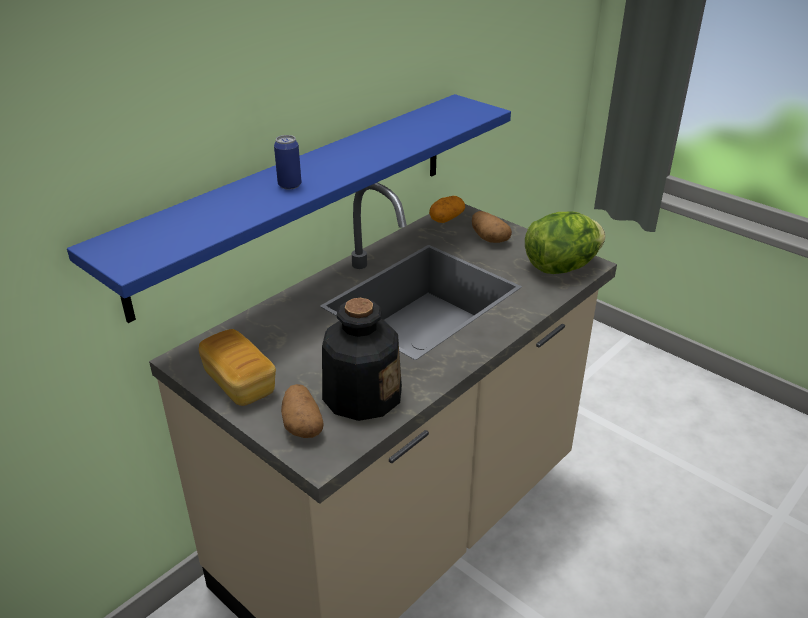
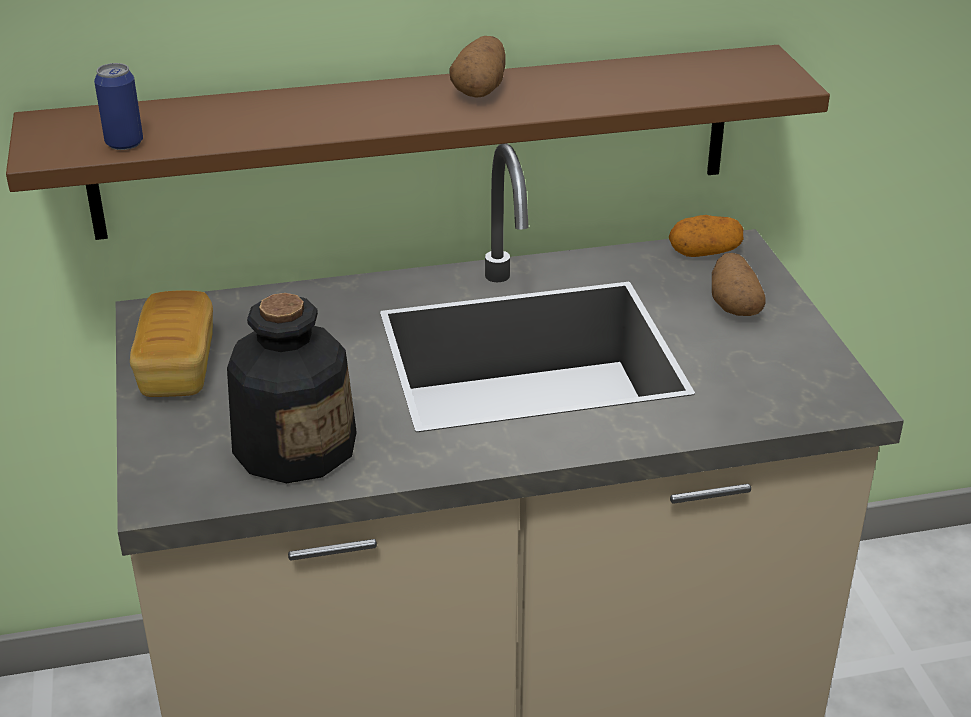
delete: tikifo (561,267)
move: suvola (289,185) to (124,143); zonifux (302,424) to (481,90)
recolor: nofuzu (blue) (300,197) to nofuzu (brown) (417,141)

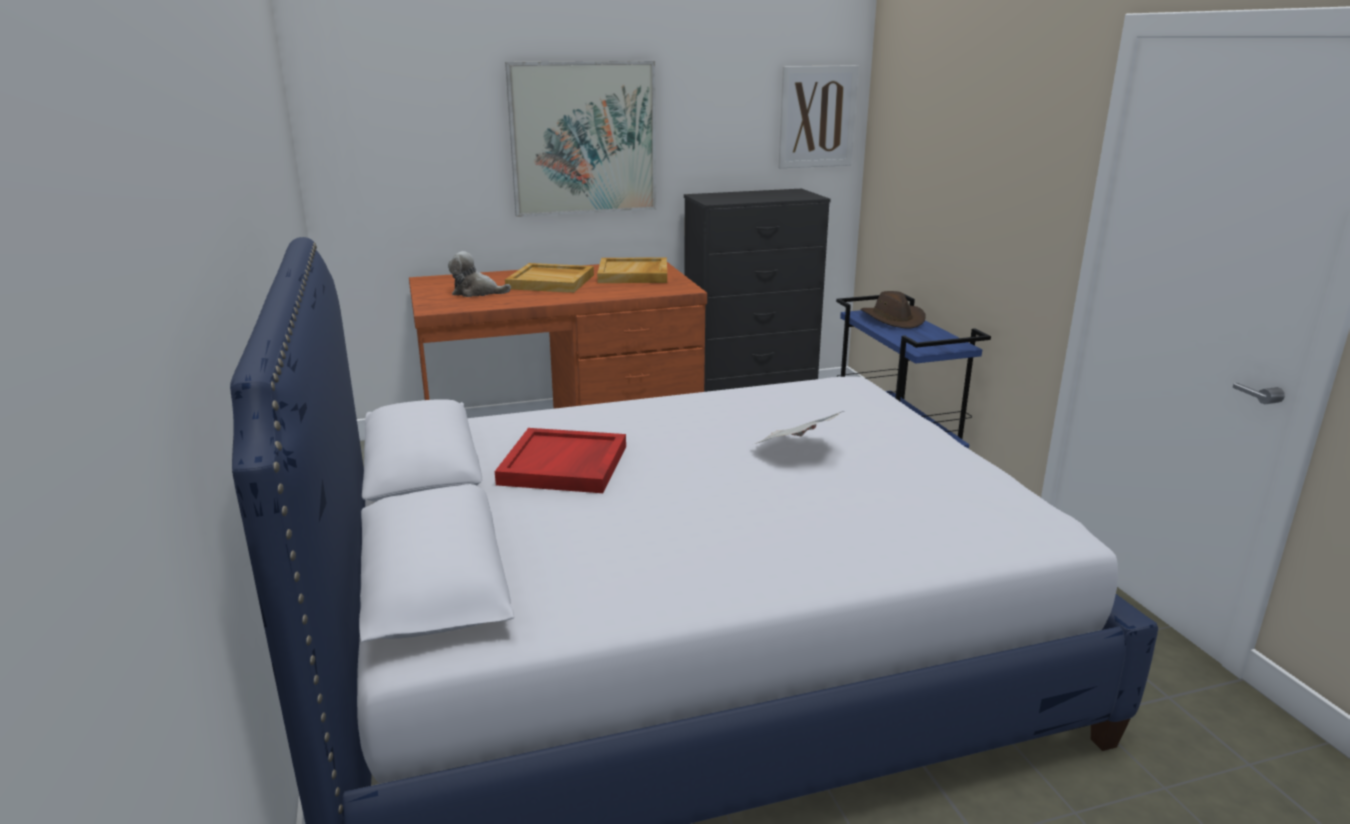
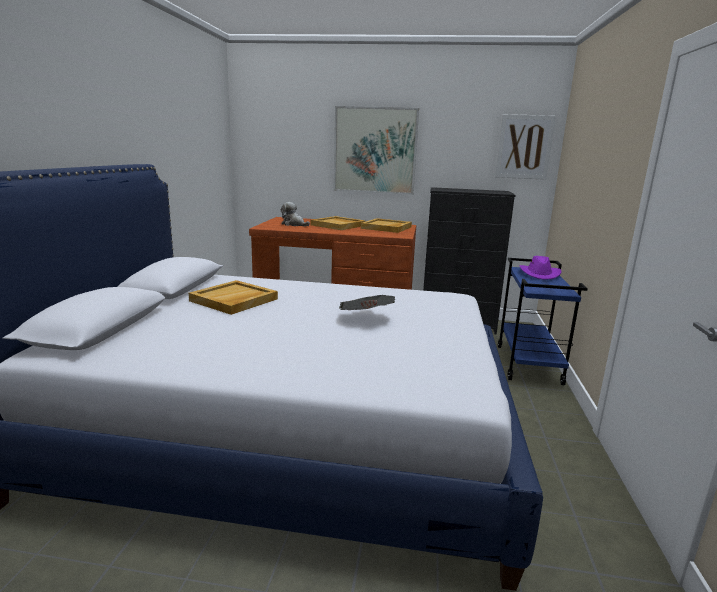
recolor: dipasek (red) (564,465) to dipasek (beige) (234,300); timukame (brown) (893,319) to timukame (purple) (539,274)

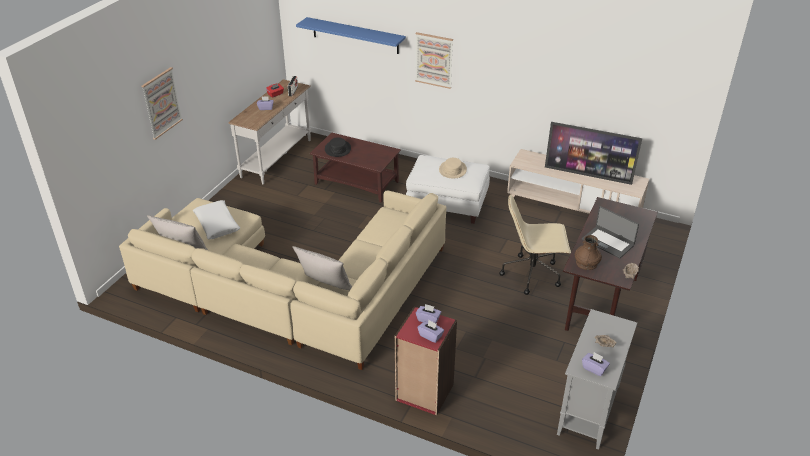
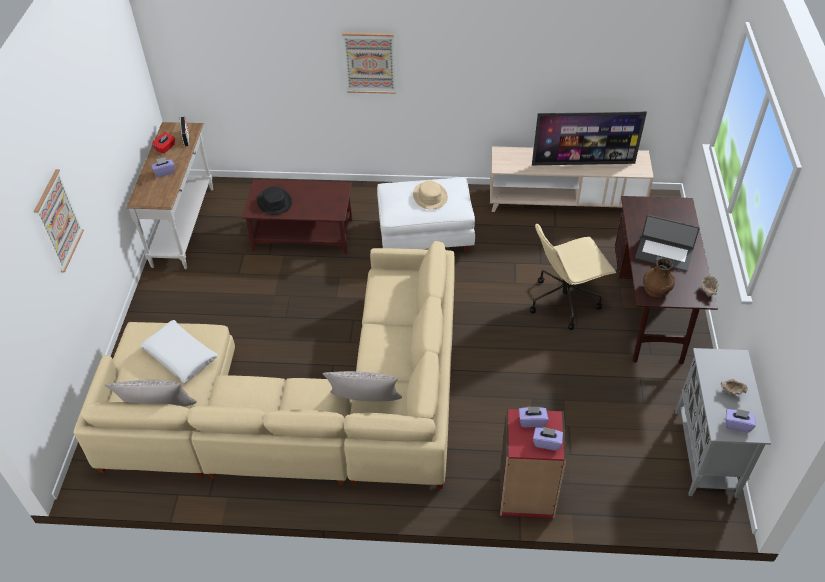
delete: nofuzu (blue) (355,35)

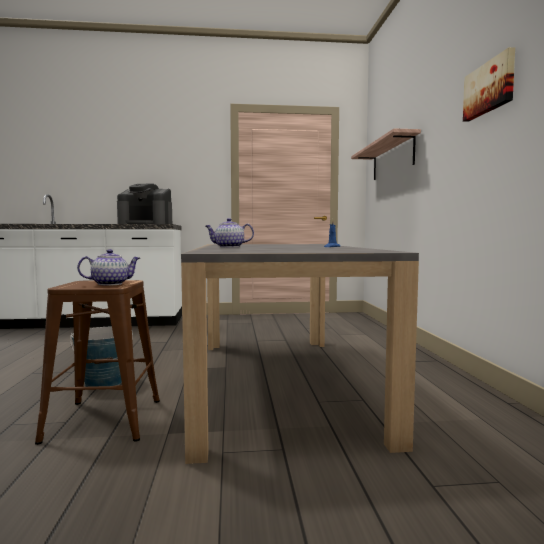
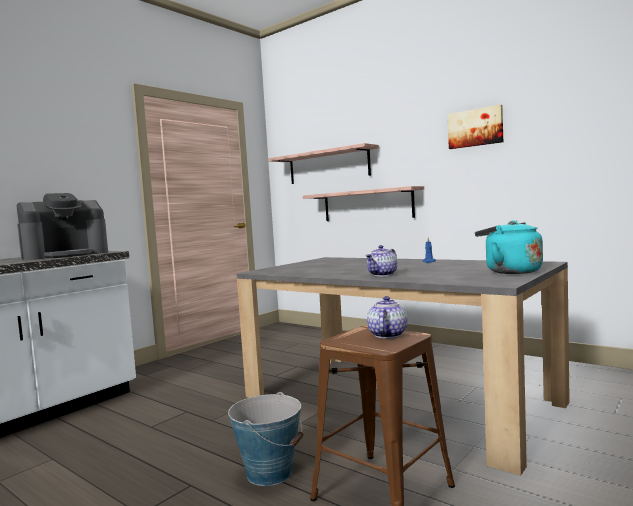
insert: nofuzu (367,205); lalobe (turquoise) (509,271)

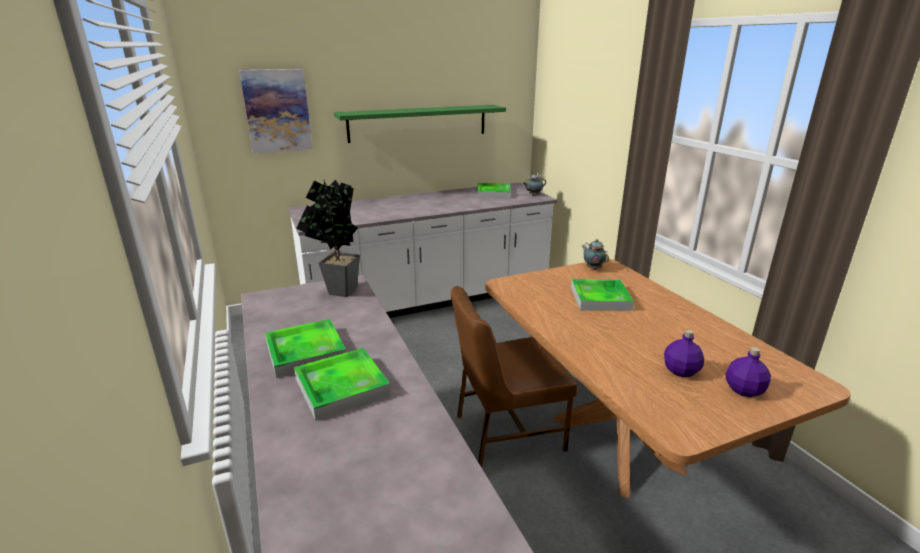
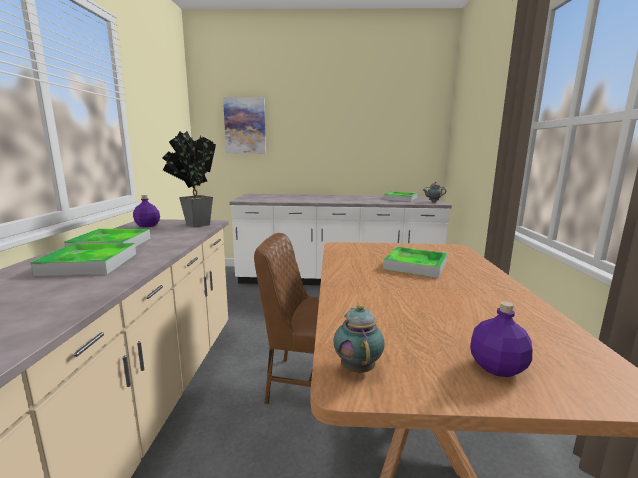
delete: nofuzu (green) (418,123)
move: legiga (593,268) to (357,367); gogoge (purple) (680,371) to (147,225)

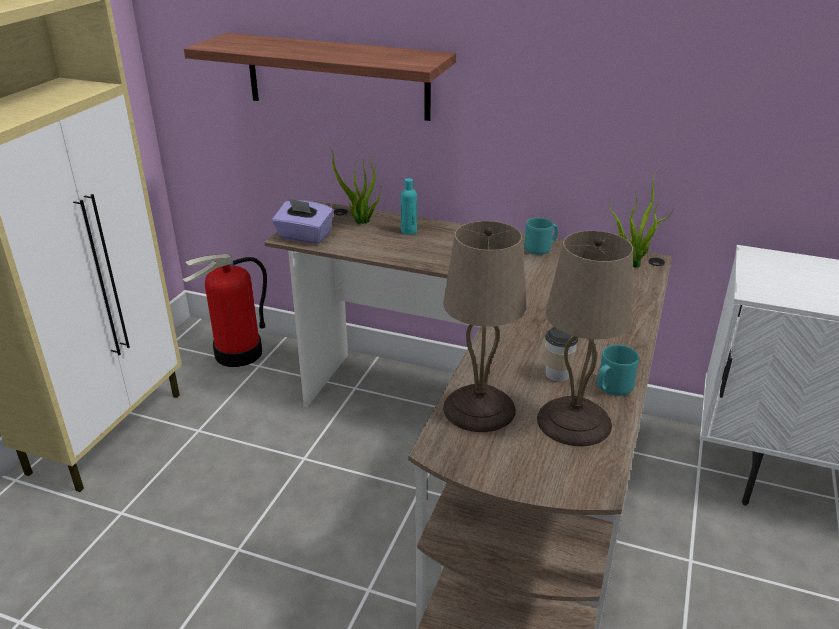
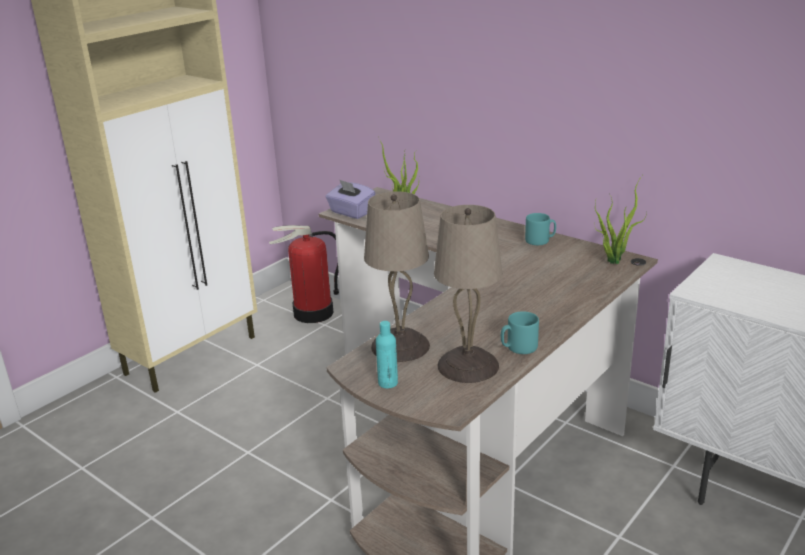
delete: nofuzu (337,76); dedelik (557,374)
move: gogoge (turquoise) (409,231) to (388,383)

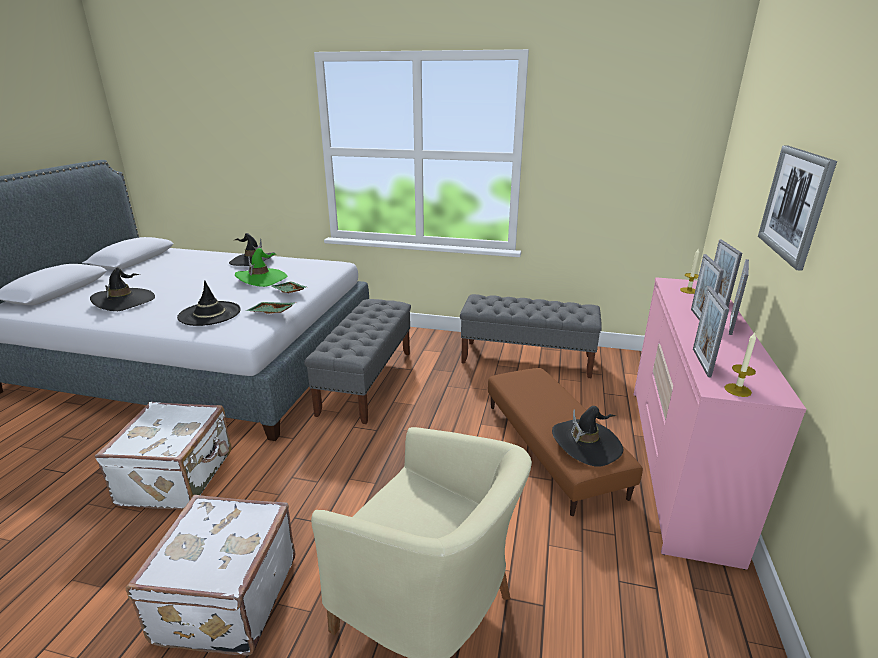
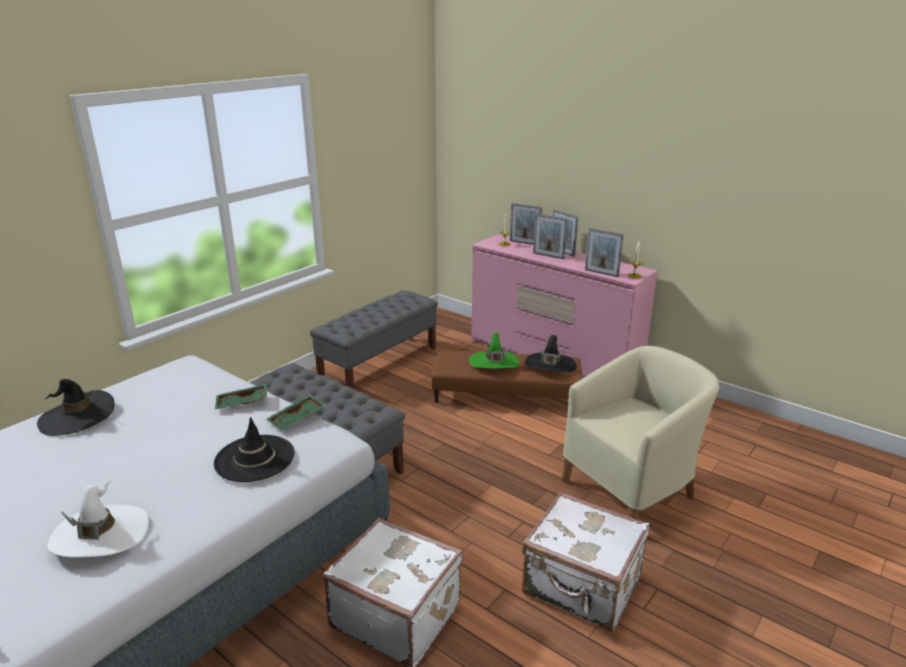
delete: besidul (794,204)
move: timukame (green) (262,279) to (494,363)
recolor: timukame (black) (124,301) to timukame (white) (100,535)

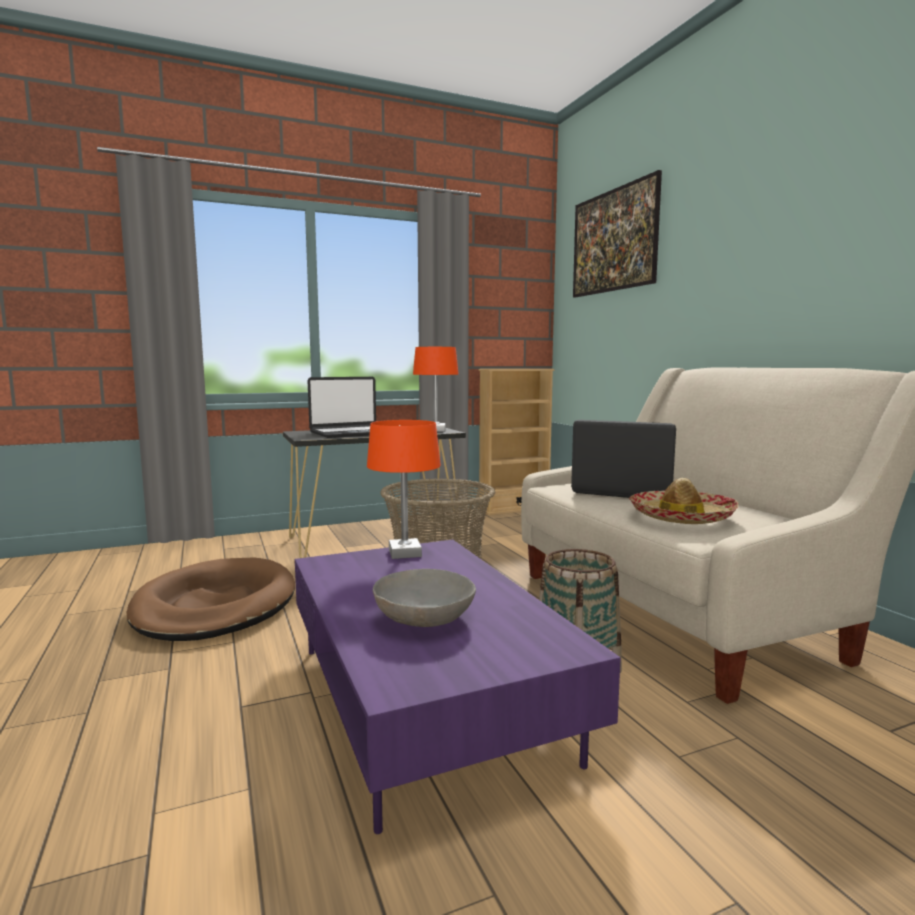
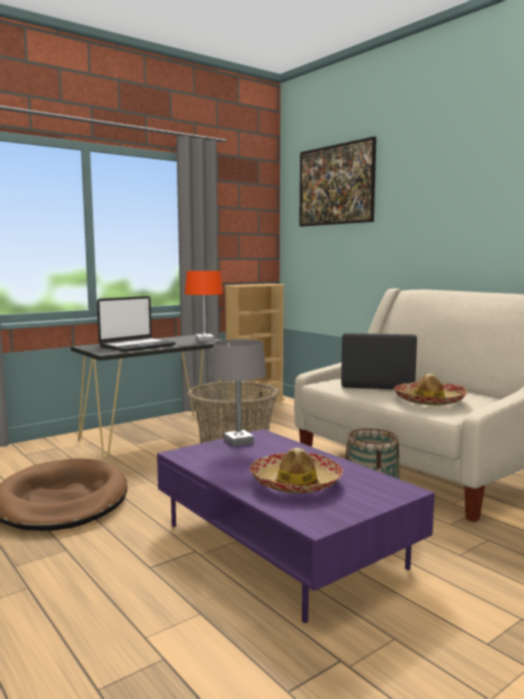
replace: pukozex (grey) (425,618) to timukame (296,483)
recolor: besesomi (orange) (404,553) to besesomi (grey) (238,441)

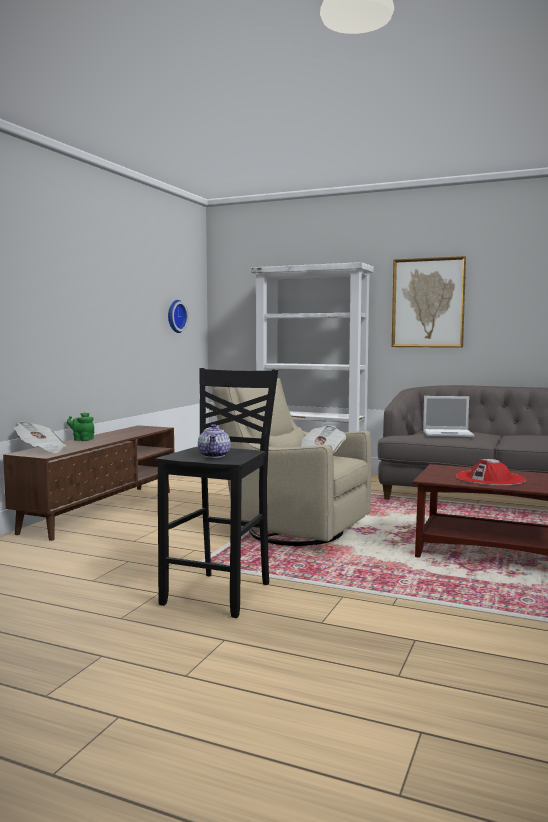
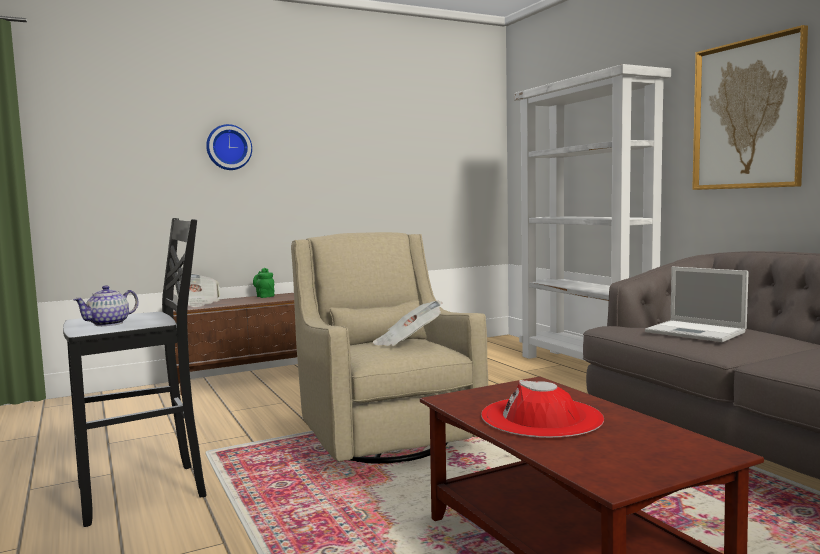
move: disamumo (175,316) to (228,147)

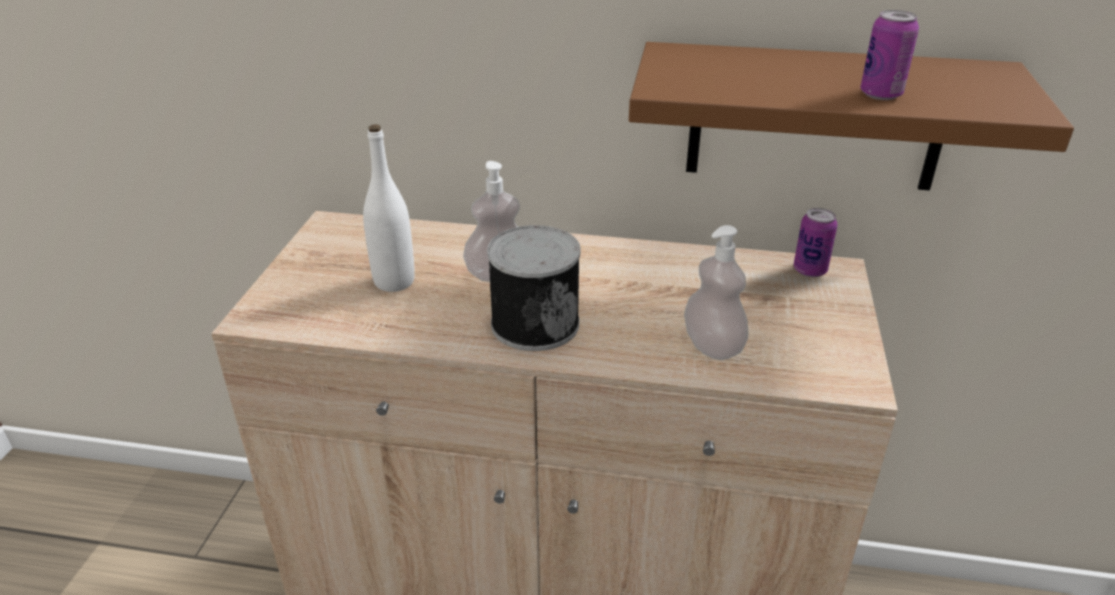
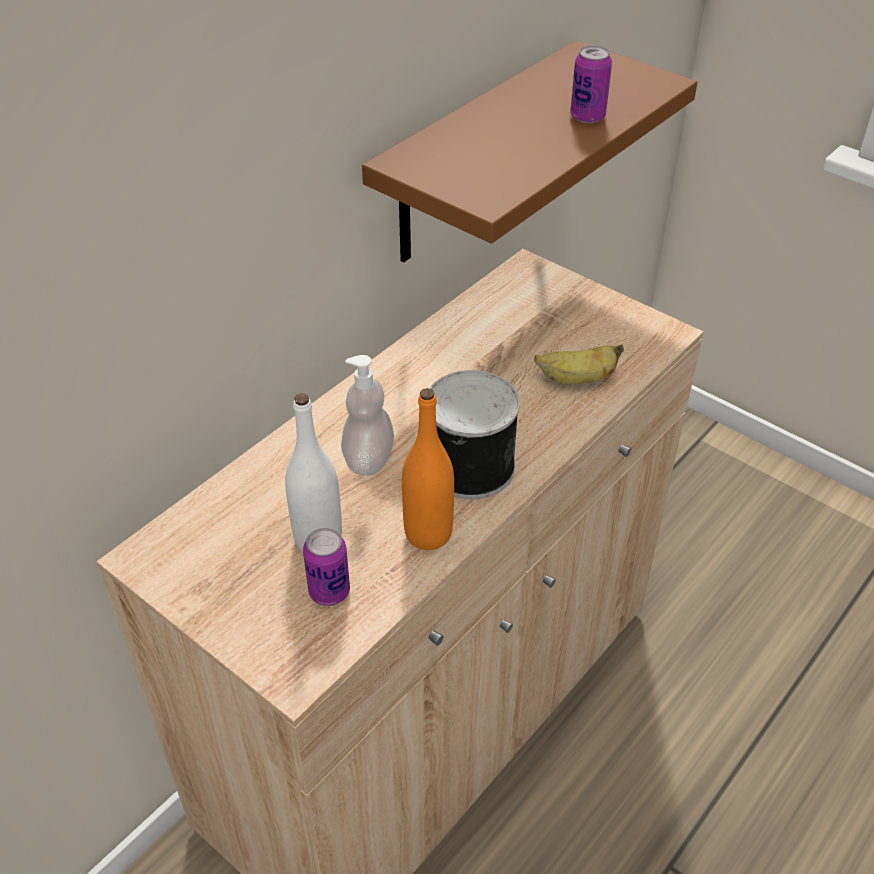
insert: gogoge (orange) (428,534)
move: suvola (810,270) to (329,592)
replace: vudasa (712,346) to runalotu (576,379)

